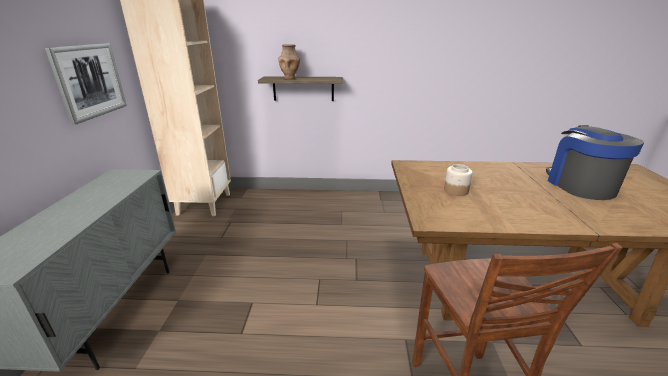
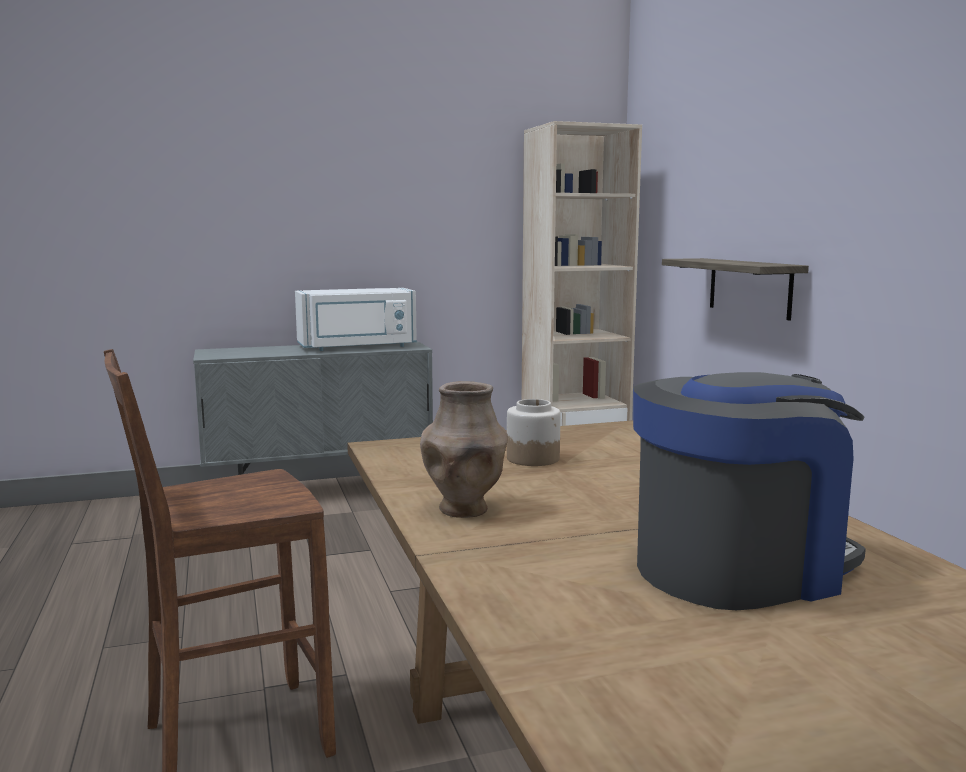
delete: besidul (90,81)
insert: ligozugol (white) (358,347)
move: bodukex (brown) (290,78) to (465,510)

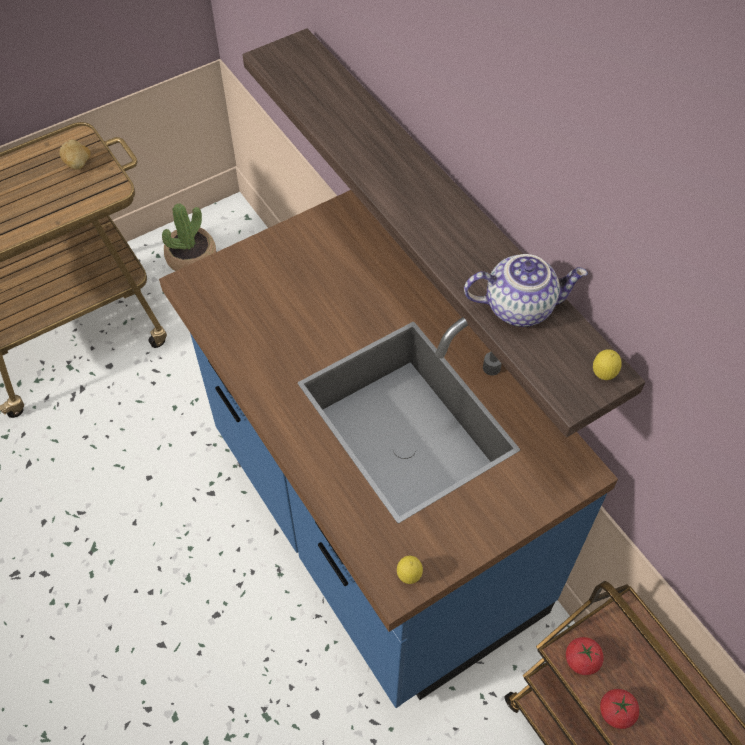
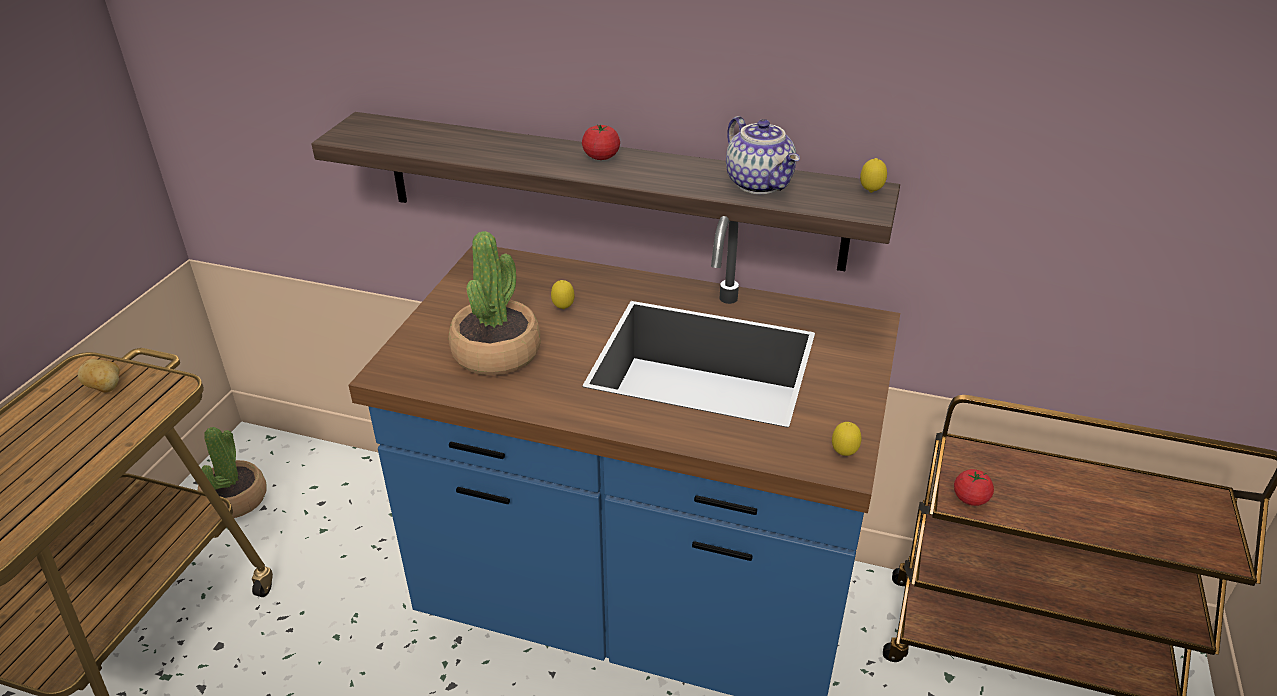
insert: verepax (496,353); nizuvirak (563,308)
move: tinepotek (616,712) to (601,157)
rotate: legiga (519,306) = (760,184) 105 degrees clockwise

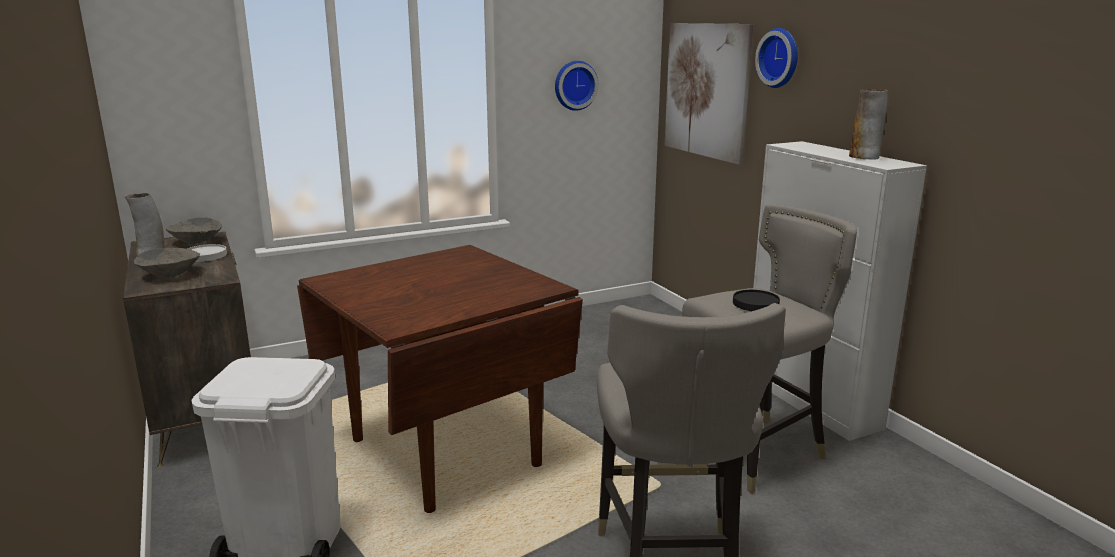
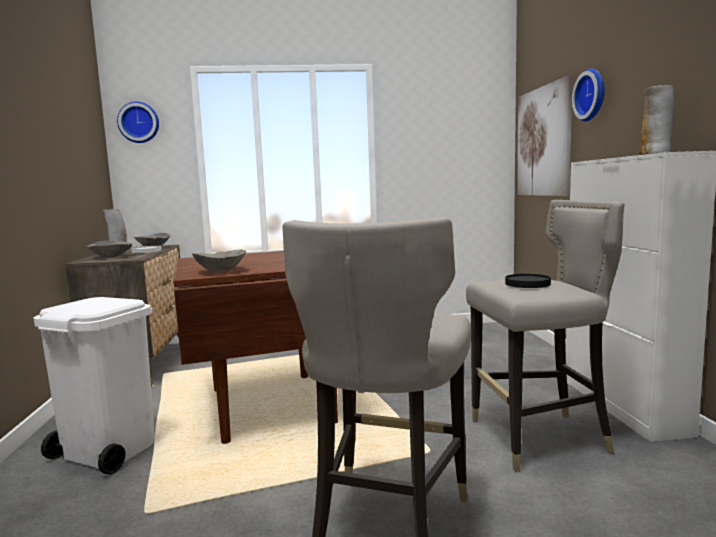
insert: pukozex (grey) (220,271)
move: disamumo (574,85) to (139,122)

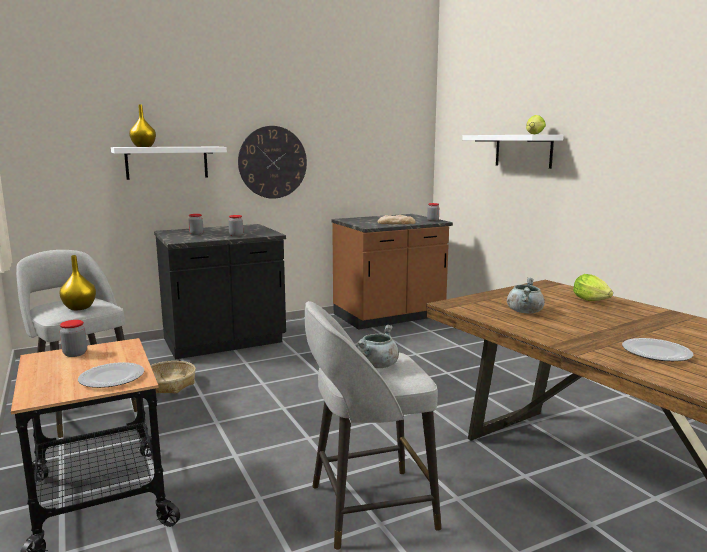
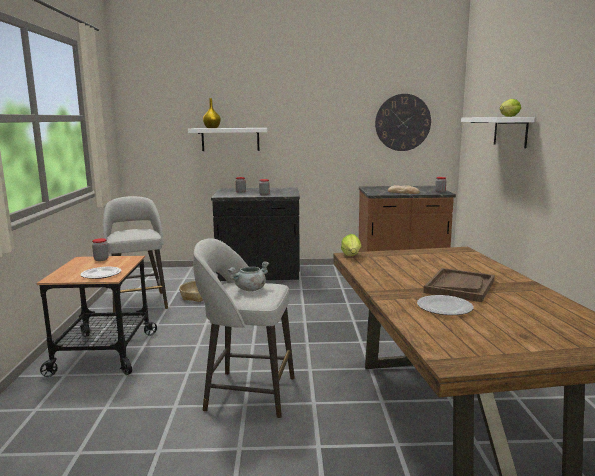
delete: bodukex (yellow) (79,308); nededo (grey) (524,311)
insert: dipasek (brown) (459,286)
move: disamumo (272,162) to (402,122); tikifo (593,301) to (351,256)

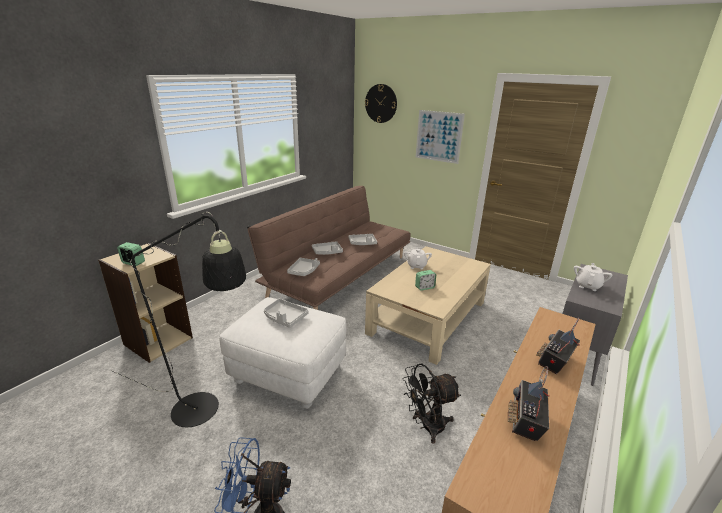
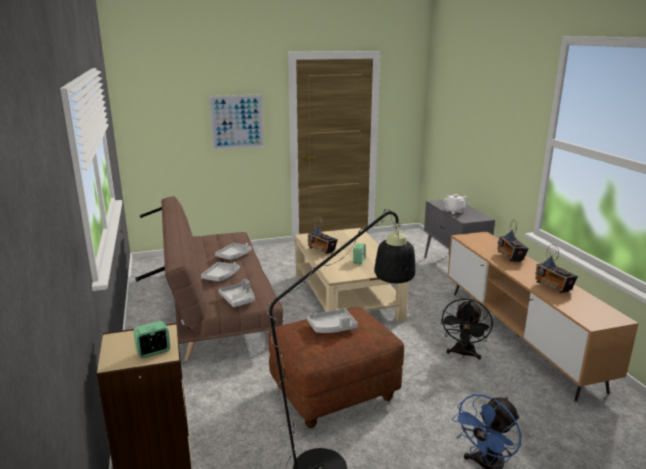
delete: disamumo (381,103)
replace: legiga (white) (416,266) to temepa (322,250)
recolor: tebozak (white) (289,374) to tebozak (brown) (334,393)

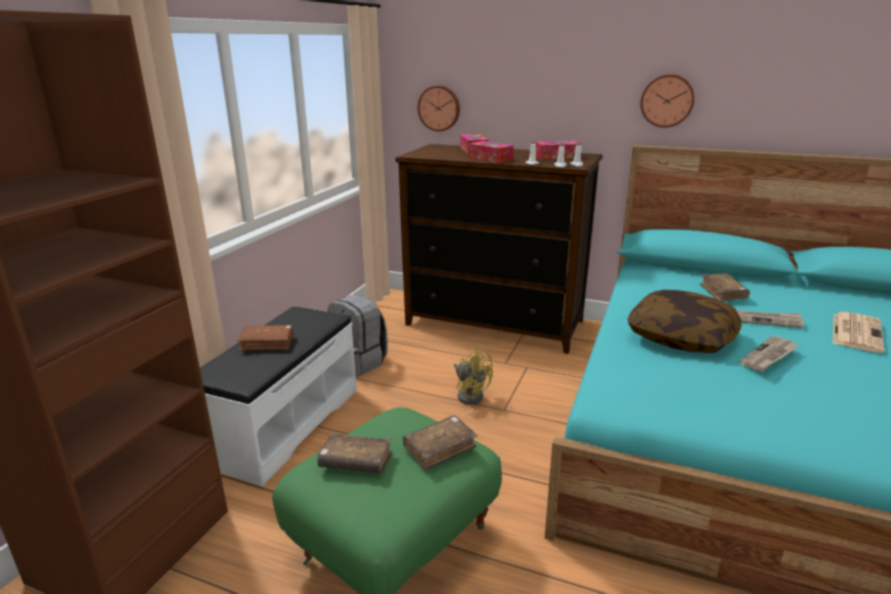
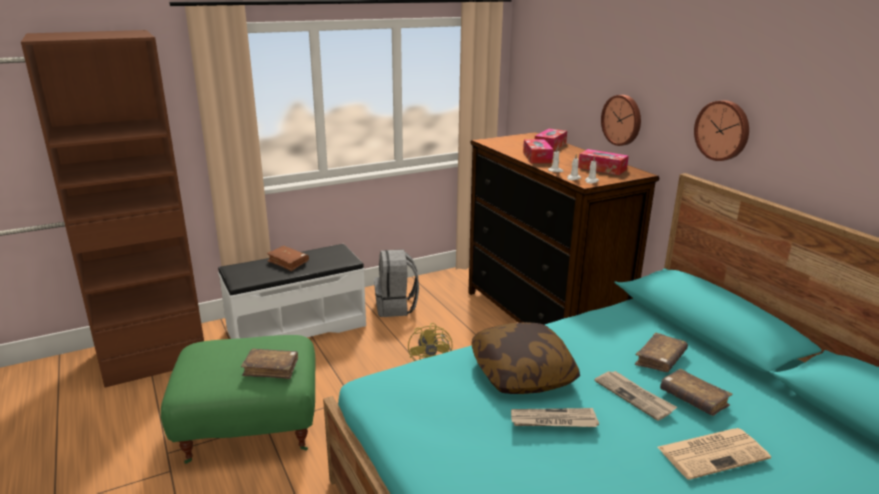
move: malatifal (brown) (356,462) to (693,399); disamumo (439,108) to (622,120)

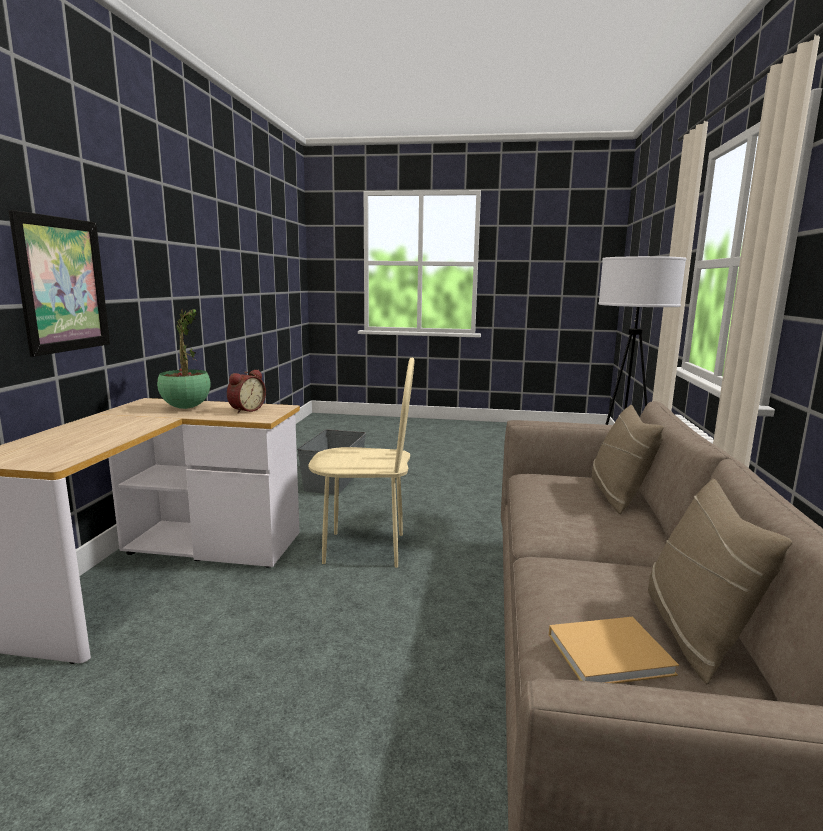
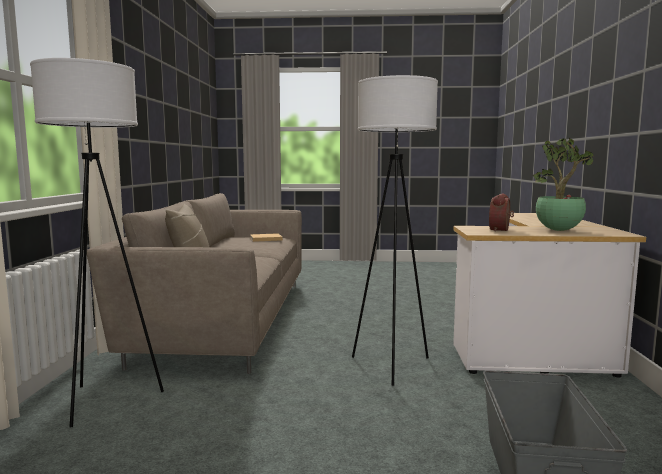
delete: besidul (63,285); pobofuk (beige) (695,633)
replace: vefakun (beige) (364,548) to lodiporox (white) (392,366)

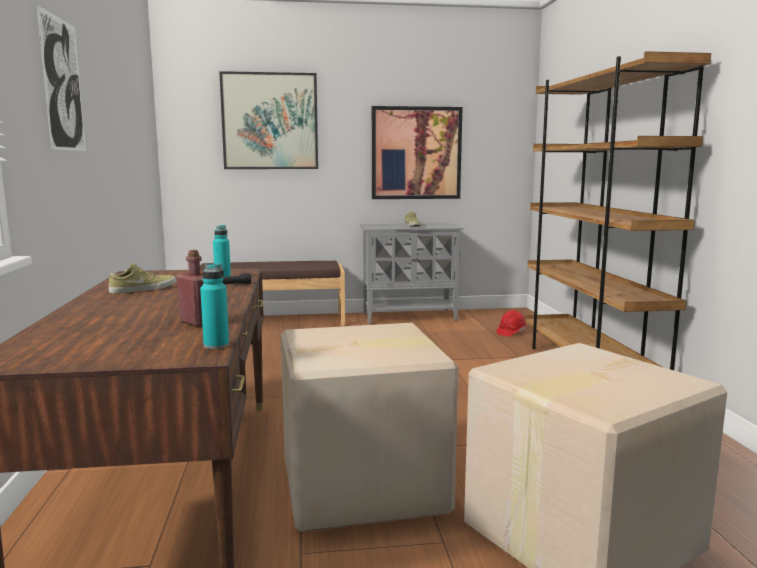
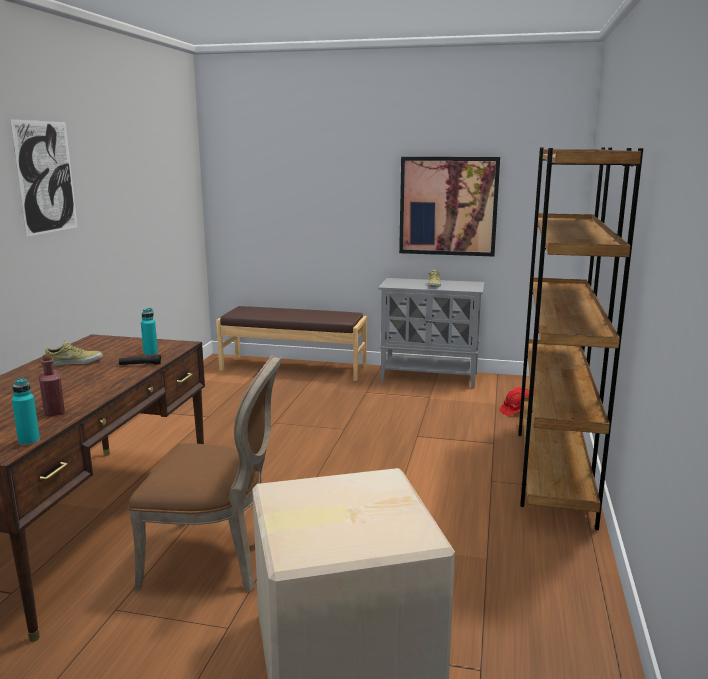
delete: besidul (270,121)
replace: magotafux (365,485) to vefakun (brown) (217,559)

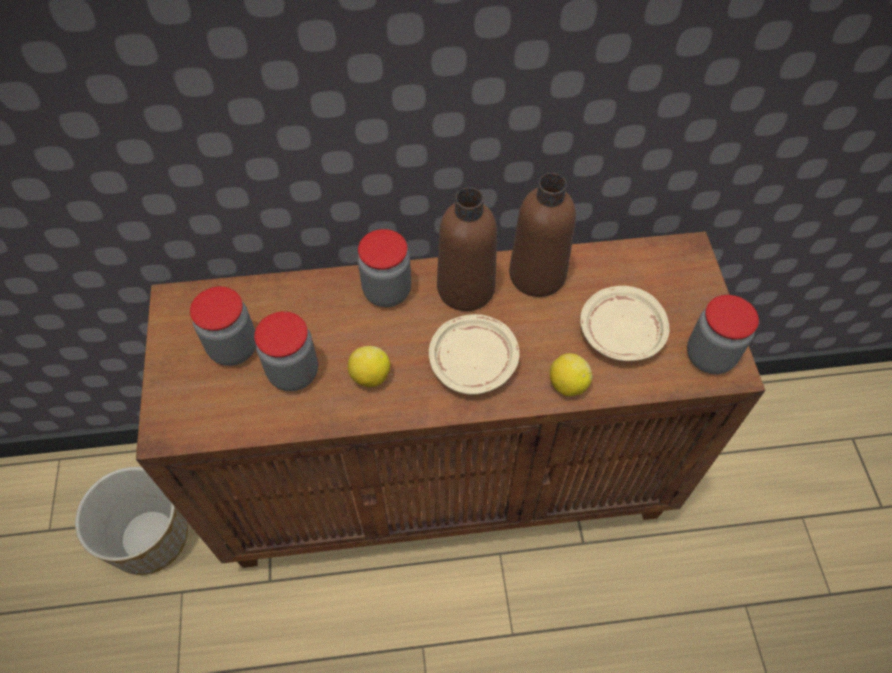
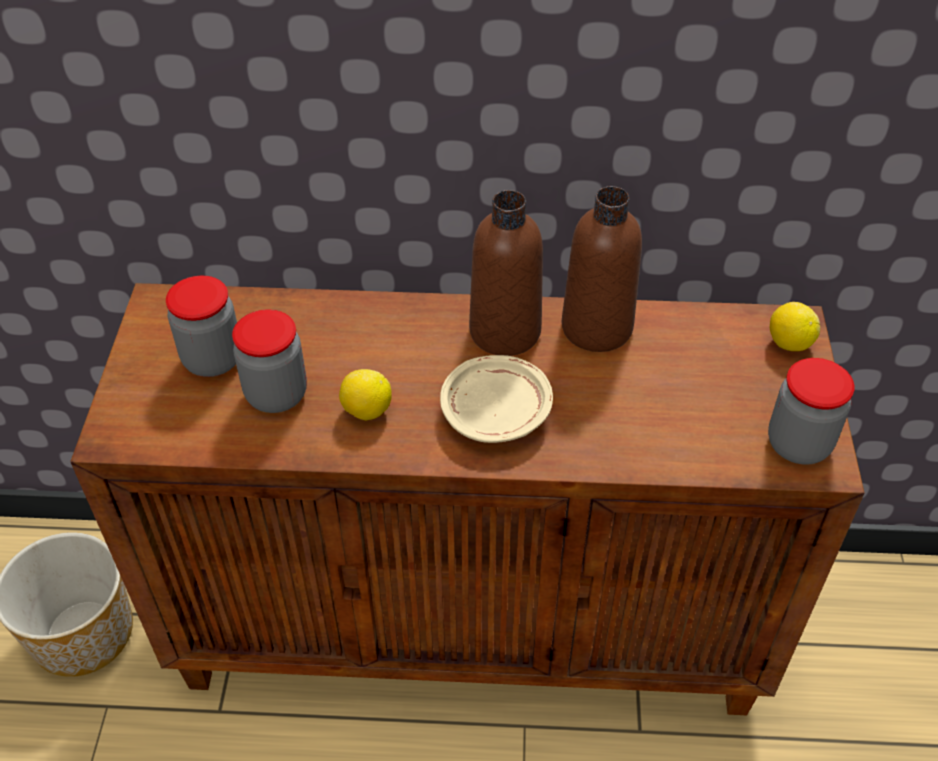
delete: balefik (387,291); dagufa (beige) (621,333)
move: nizuvirak (567,384) to (788,343)

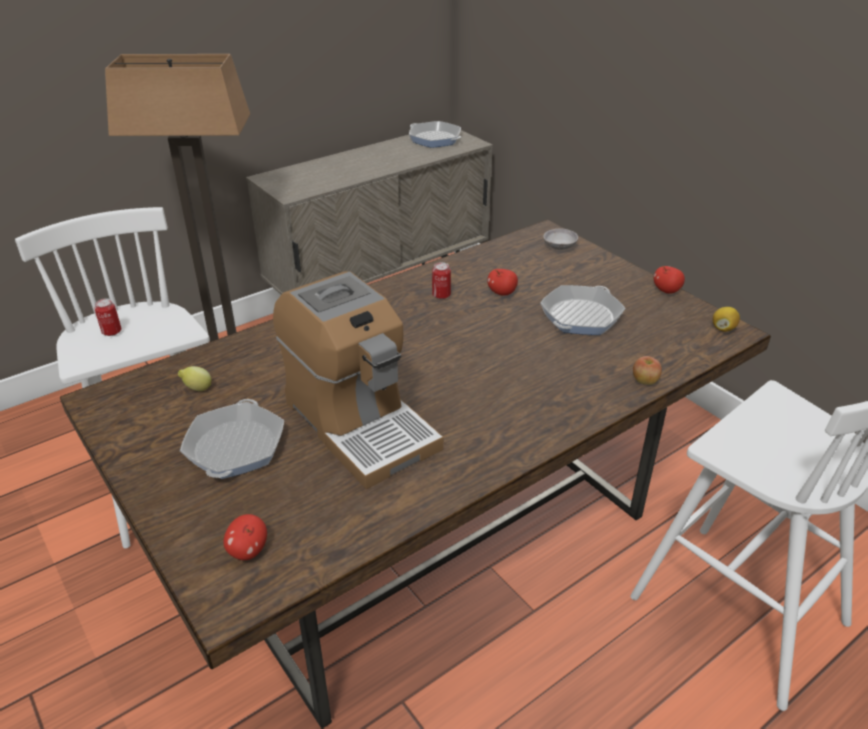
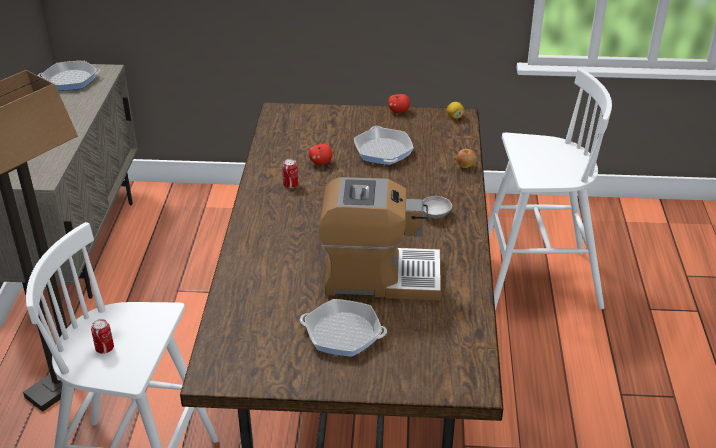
delete: nizuvirak (197,389); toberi (248,551)
move: pukozex (grey) (559,247) to (435,214)
rotate: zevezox (235,447) = (343,333) 150 degrees clockwise

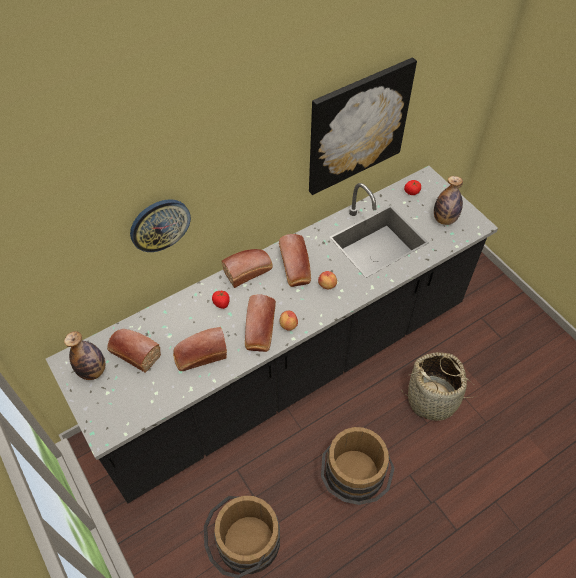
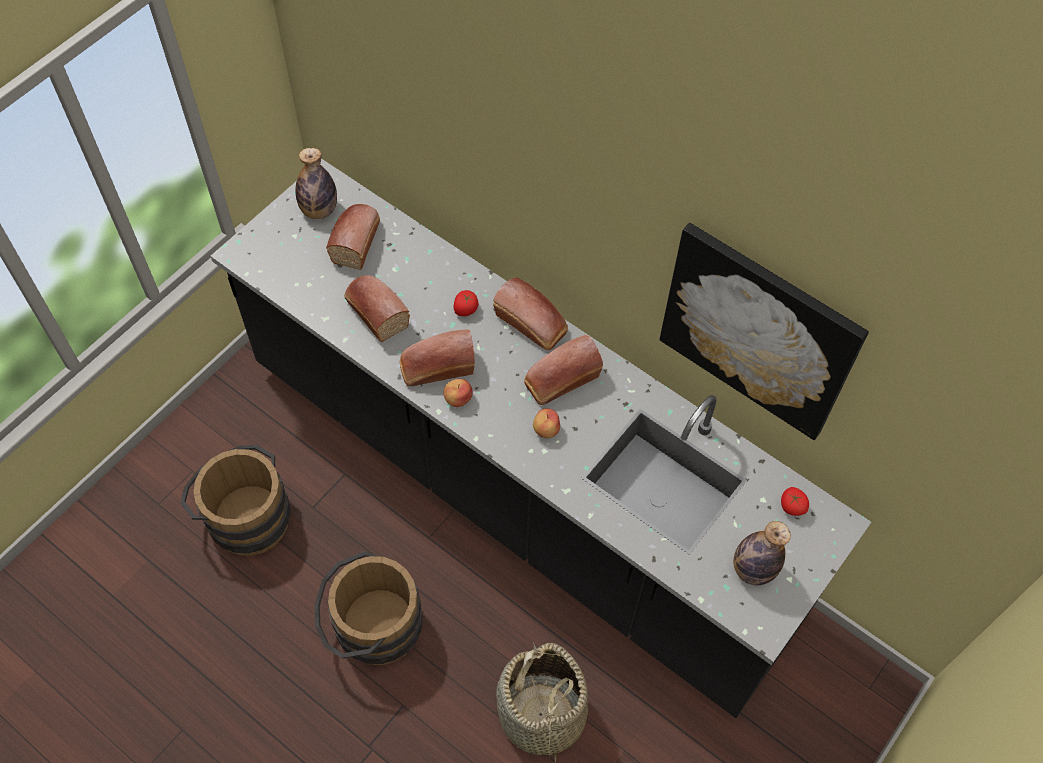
delete: disamumo (159,224)

